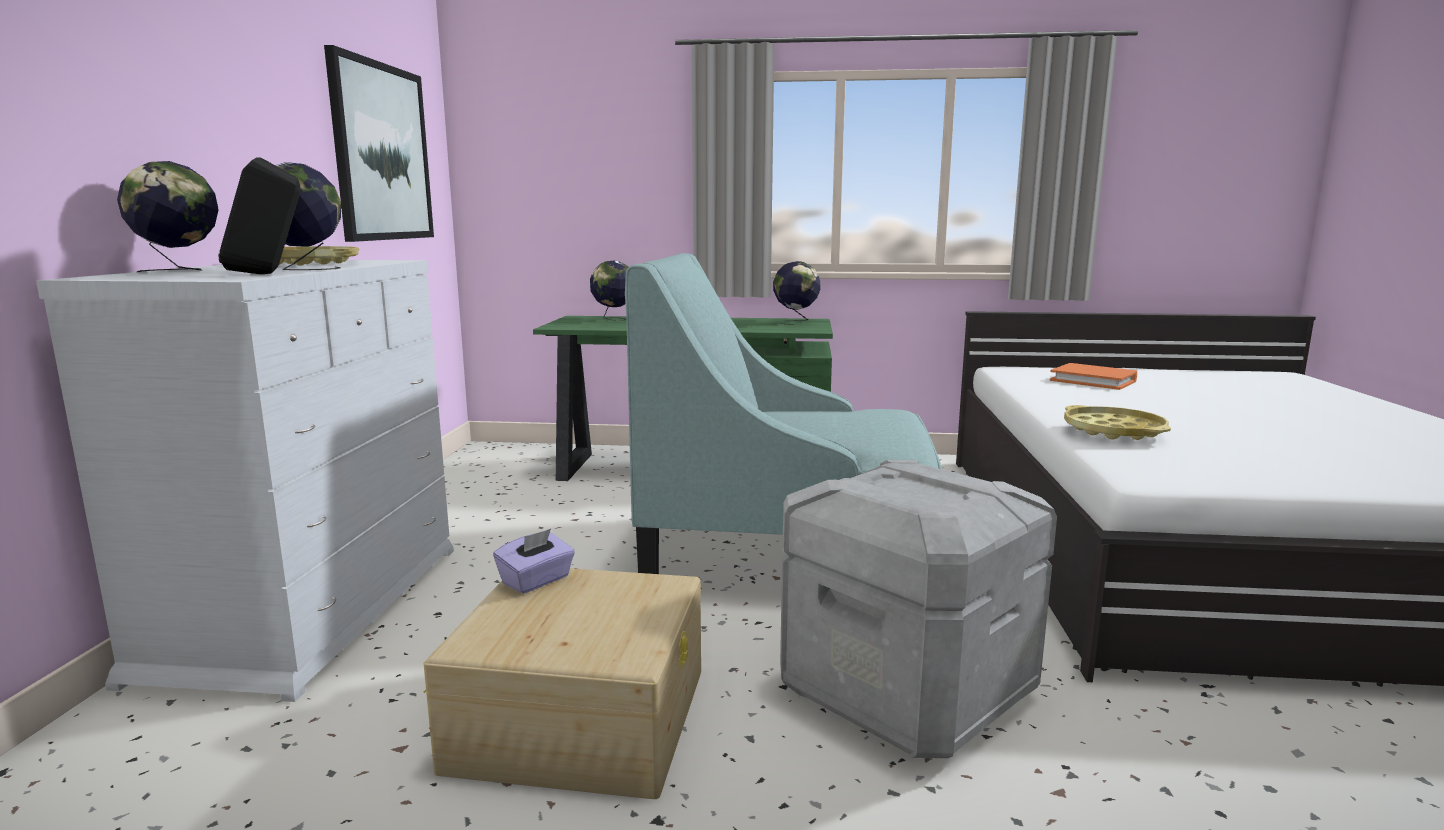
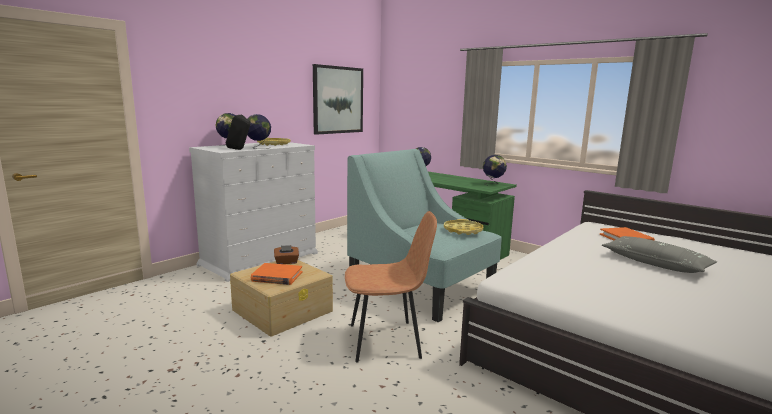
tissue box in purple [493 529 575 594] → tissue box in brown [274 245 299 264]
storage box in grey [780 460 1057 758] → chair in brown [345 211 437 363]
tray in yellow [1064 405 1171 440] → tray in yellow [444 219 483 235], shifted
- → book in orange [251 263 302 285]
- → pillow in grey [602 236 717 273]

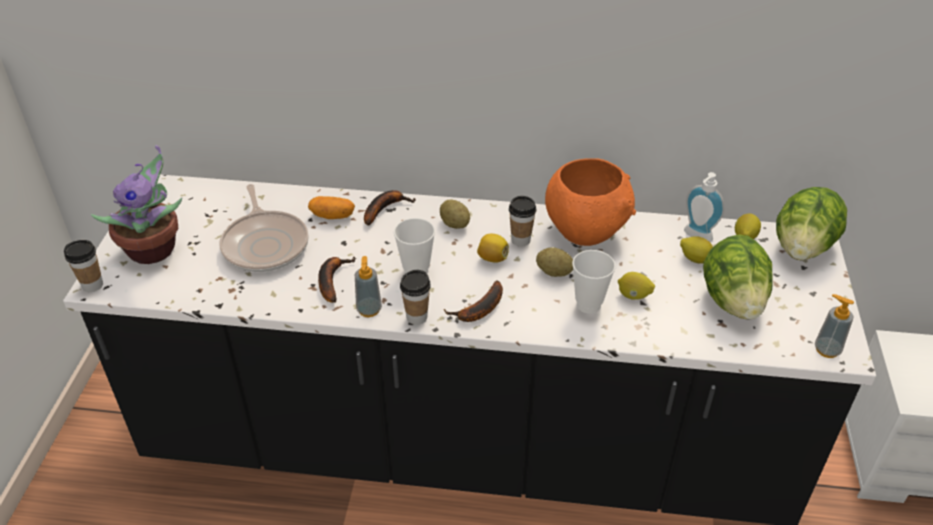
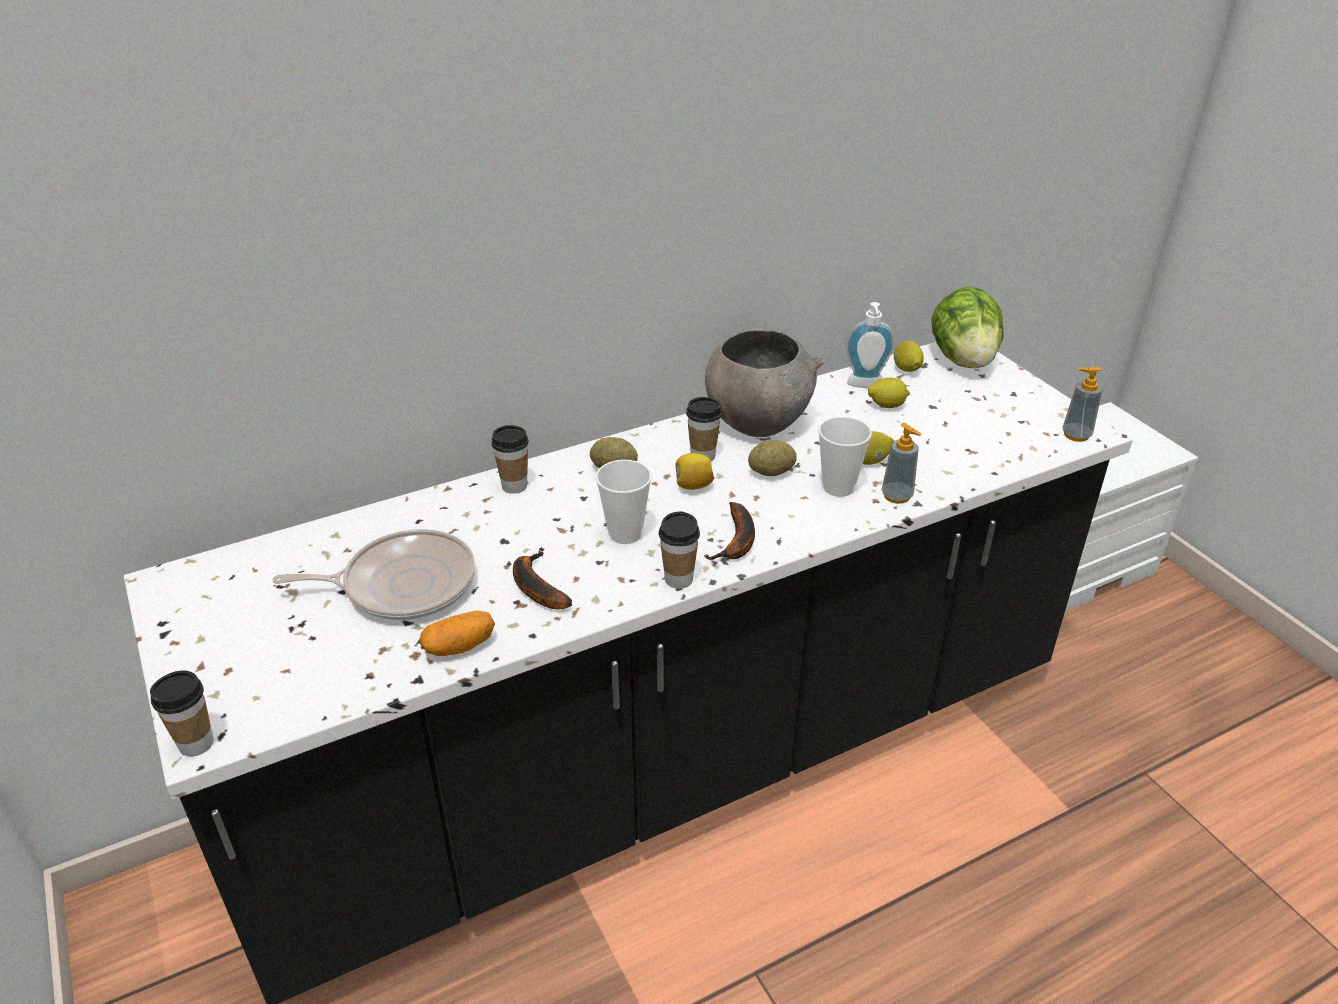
potted plant [91 145 182 264] → -
frying pan [219 184 309 272] → frying pan [272 529 475 621], 45 degrees counterclockwise
potato [308 196 355 219] → potato [420 610 495 656], shifted
soap dispenser [355 256 382 317] → soap dispenser [882 423 921 504], shifted
banana [364 190 416 226] → cup [491 425 529 494]
bowl in orange [545 158 636 246] → bowl in grey [705 329 825 437]
lettuce [703 235 773 319] → -

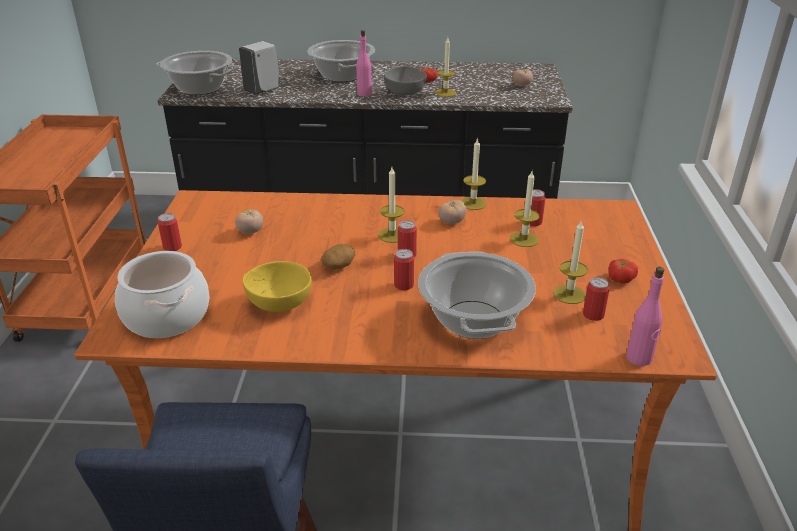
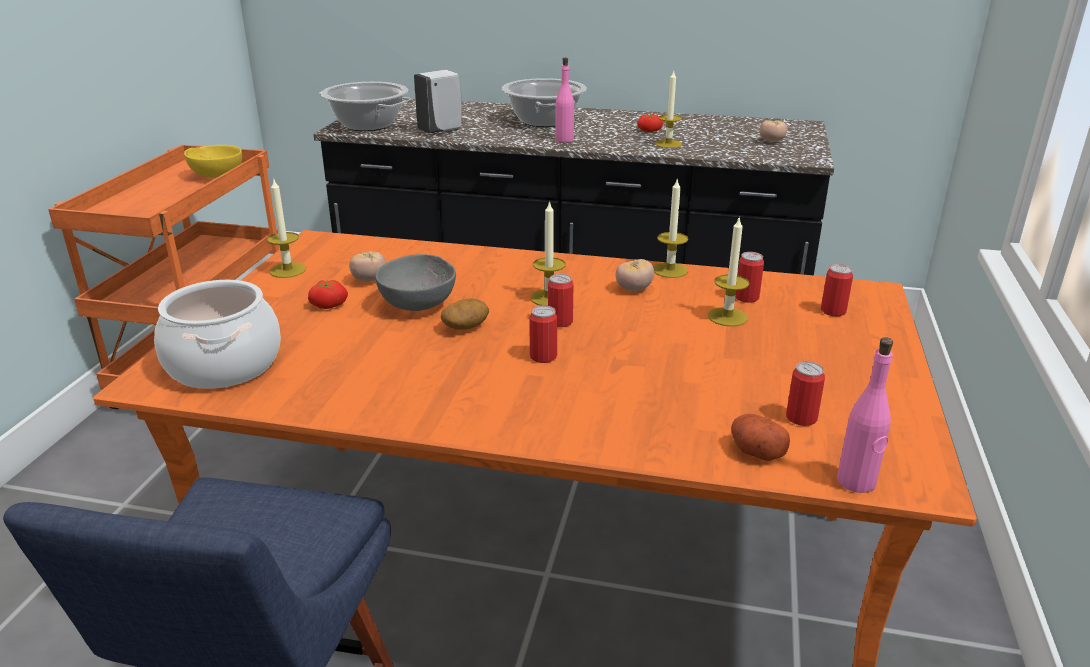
can [158 213 182 251] → can [821 264 853 317], shifted
bowl in yellow [243 261 312 312] → bowl in yellow [184 145 242 178], shifted
bowl in grey [384 66 427 95] → bowl in grey [375 254 456 311], shifted
cooking pot [418 251 536 339] → -
candle [553 219 588 304] → candle [267 178 306 278], shifted
tomato [608 259 638 284] → tomato [308 280 348 309], shifted
- → potato [731 414 790 461]

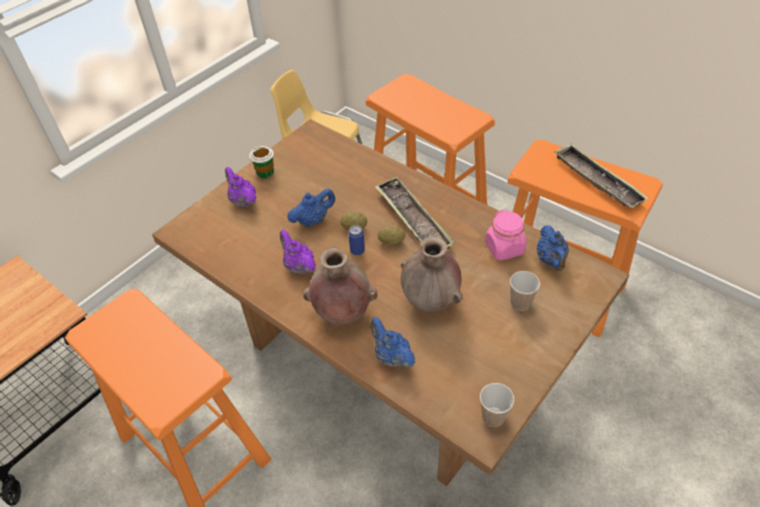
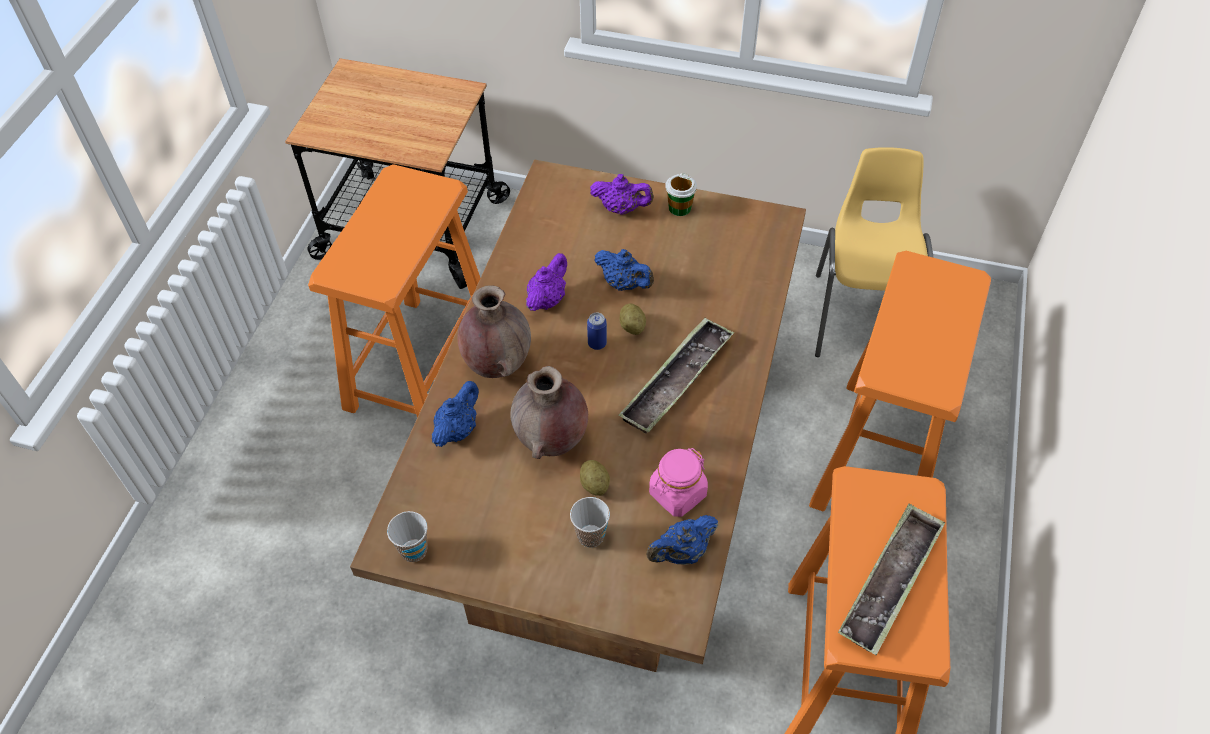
teapot in purple [225 167 256 207] → teapot in purple [590 174 654 215], 75 degrees clockwise
potato [378 225 406 245] → potato [580 460 610 496], shifted

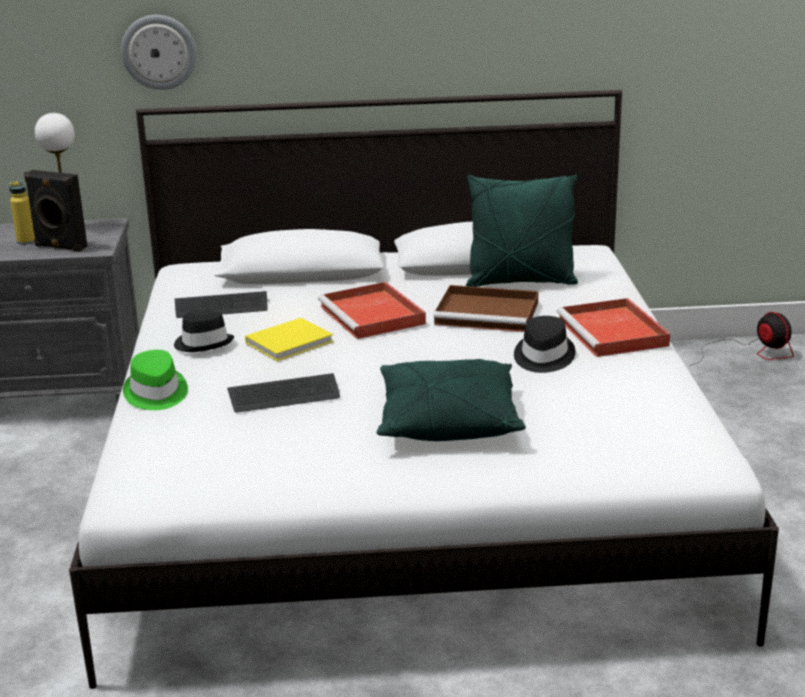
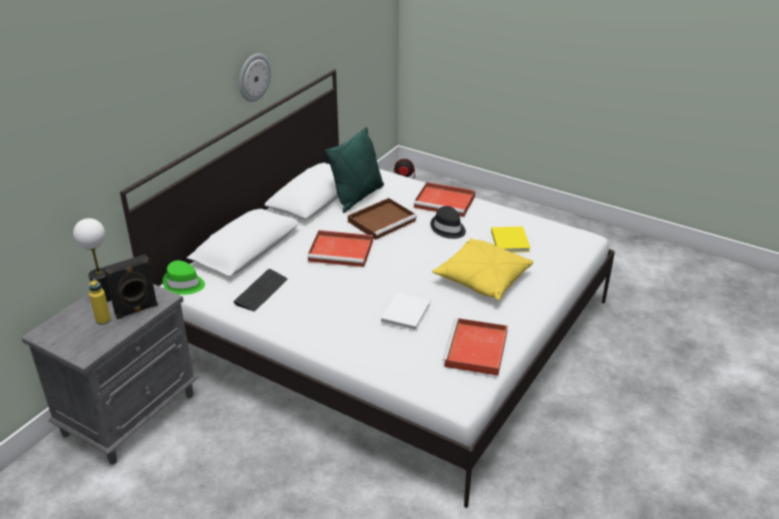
wall clock [121 15 197 90] → wall clock [239 53 271 102], shifted
hat in green [123 350 188 410] → hat in green [163 260 205 295], shifted
hat in black [174 310 234 352] → -
keyboard [227 373 340 413] → book in white [381 293 431 331]
book in yellow [245 318 334 361] → book in yellow [491 226 530 252], shifted
pillow in green [376 359 526 441] → pillow in yellow [432 238 533 300]
- → tray in red [442 318 508 376]

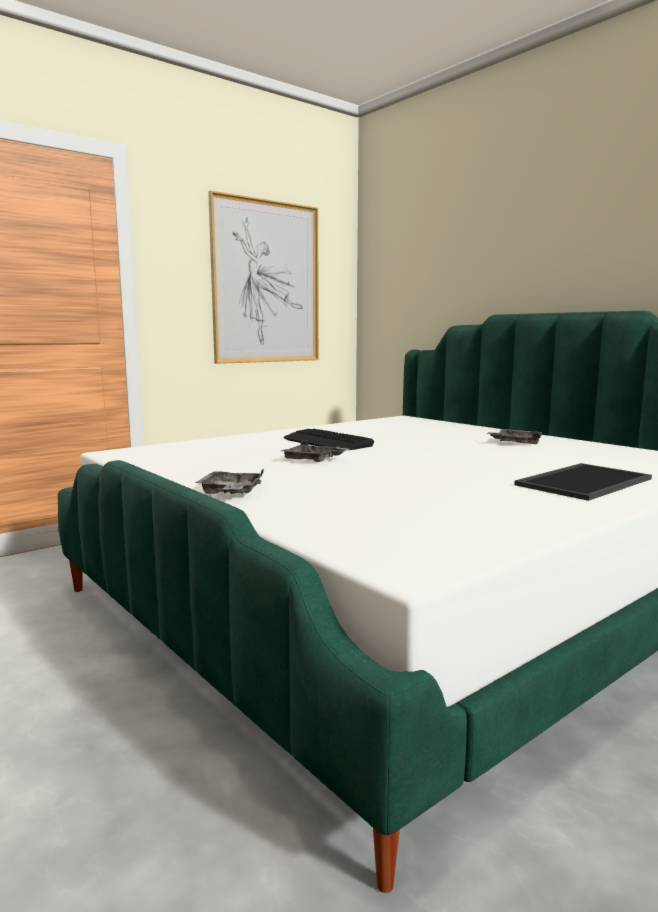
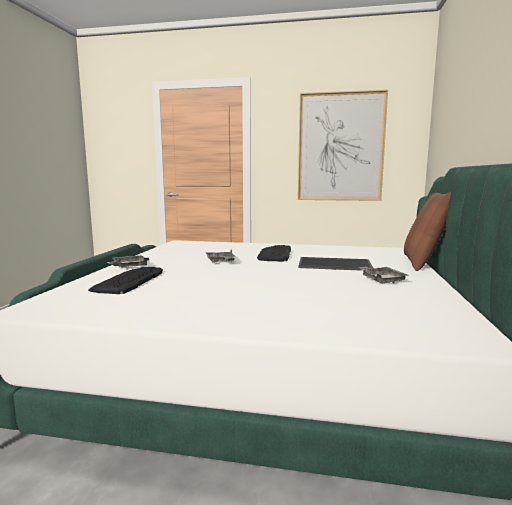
tray [514 463 652 501] → tray [299 257 373 271], shifted
- → keyboard [88 267 163 294]
- → pillow in brown [404 192 451 271]

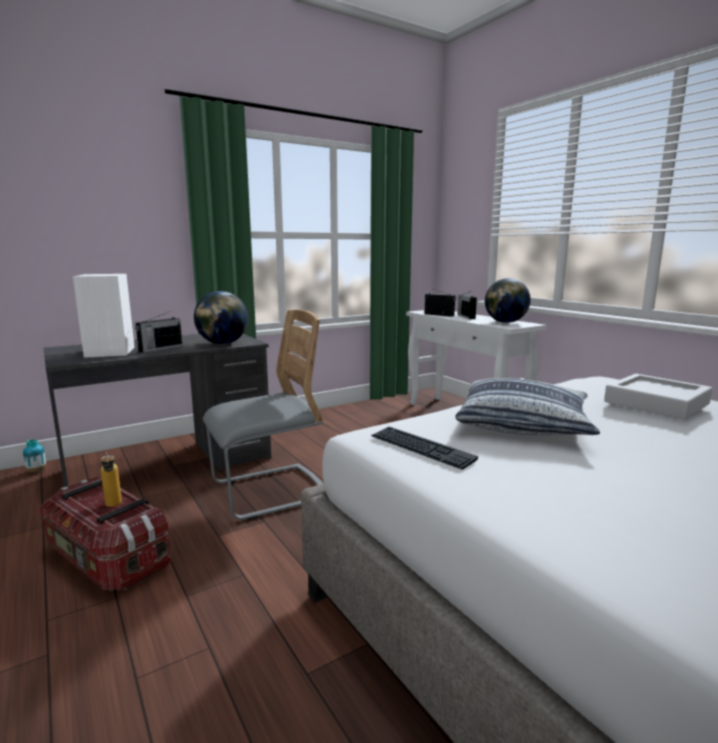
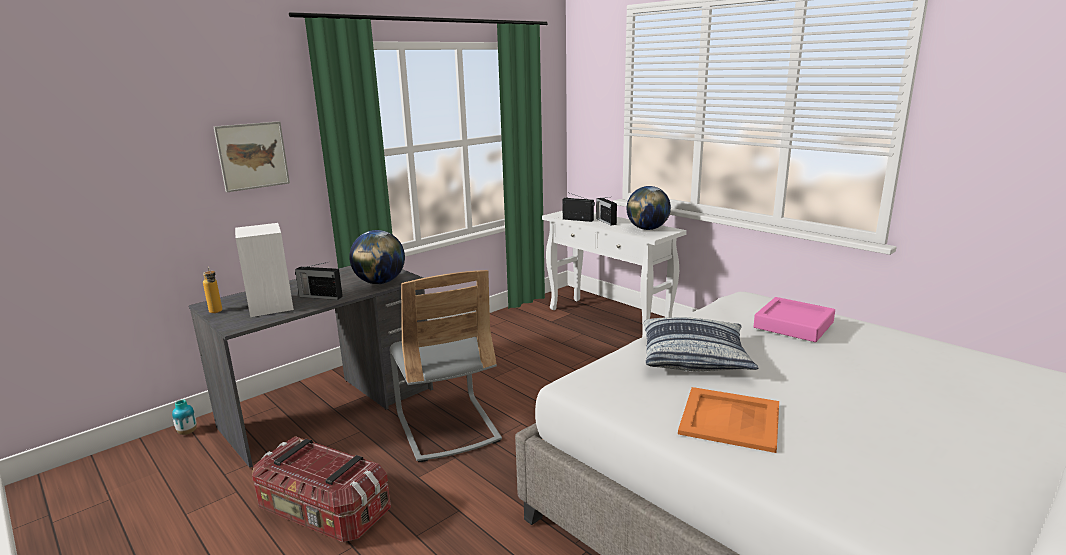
bottle [101 452 122 507] → bottle [203 268 222 313], shifted
radio [135 311 182 353] → radio [295 262 343 300], 75 degrees clockwise
chair in grey [203 310 323 520] → chair in grey [390 270 502 463], 105 degrees clockwise
keyboard [371 427 478 470] → -
tray in grey [604 374 713 420] → tray in pink [754 297 835 342]
- → picture [214 121 290 192]
- → tray in orange [678 387 779 453]

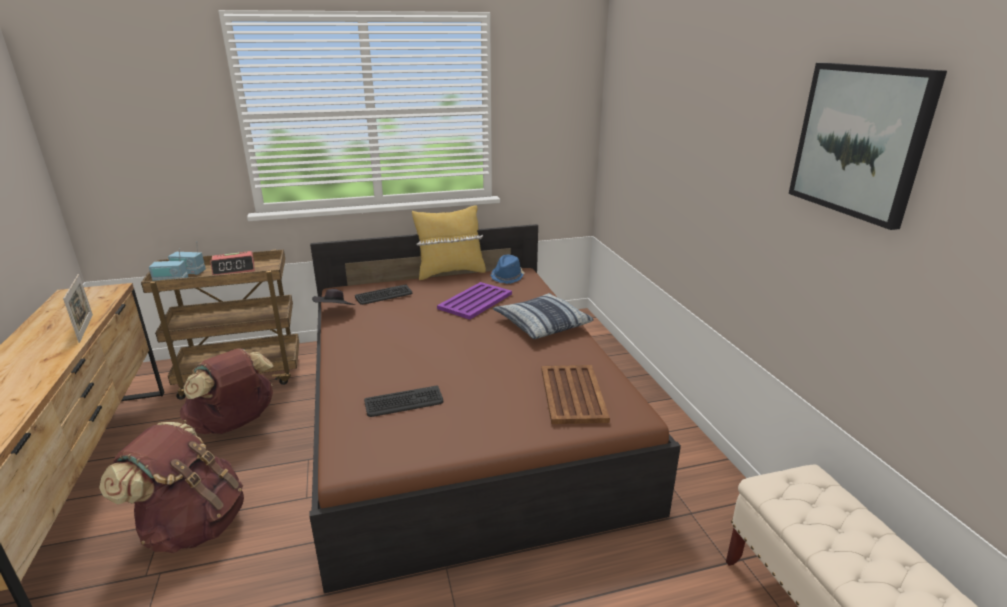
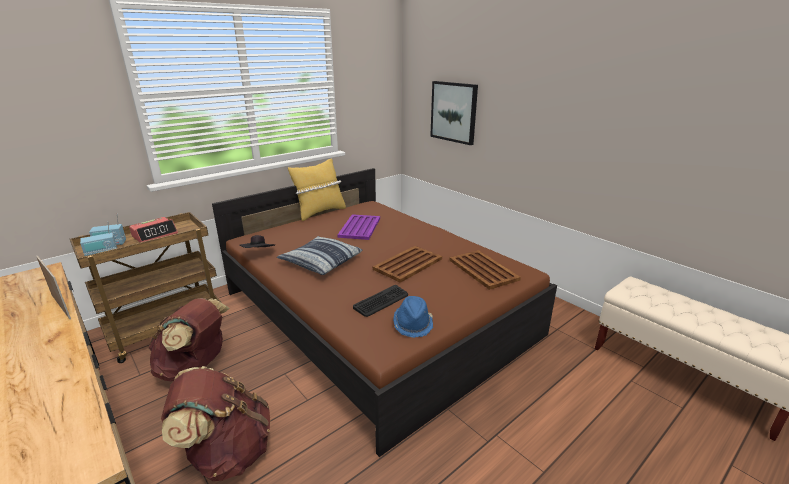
keyboard [355 284 412 305] → -
hat in blue [491 255 525 284] → hat in blue [393 296 433 338], shifted
pillow [493 293 594 339] → pillow [277 236 363 275], shifted
picture [788 63 947 230] → picture [430 81 478 145], shifted
- → tray in brown [373 246 442 283]

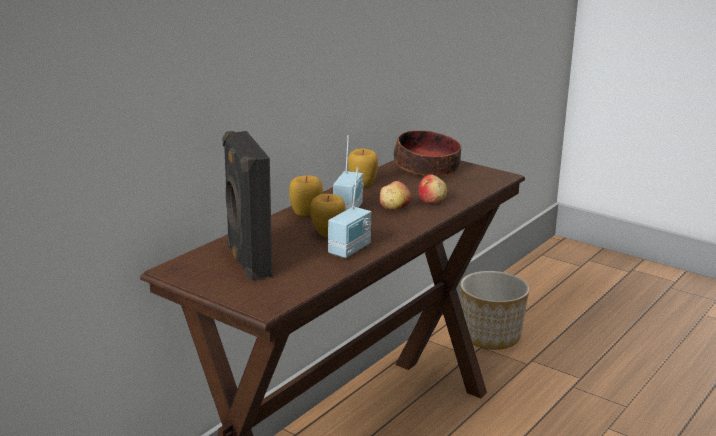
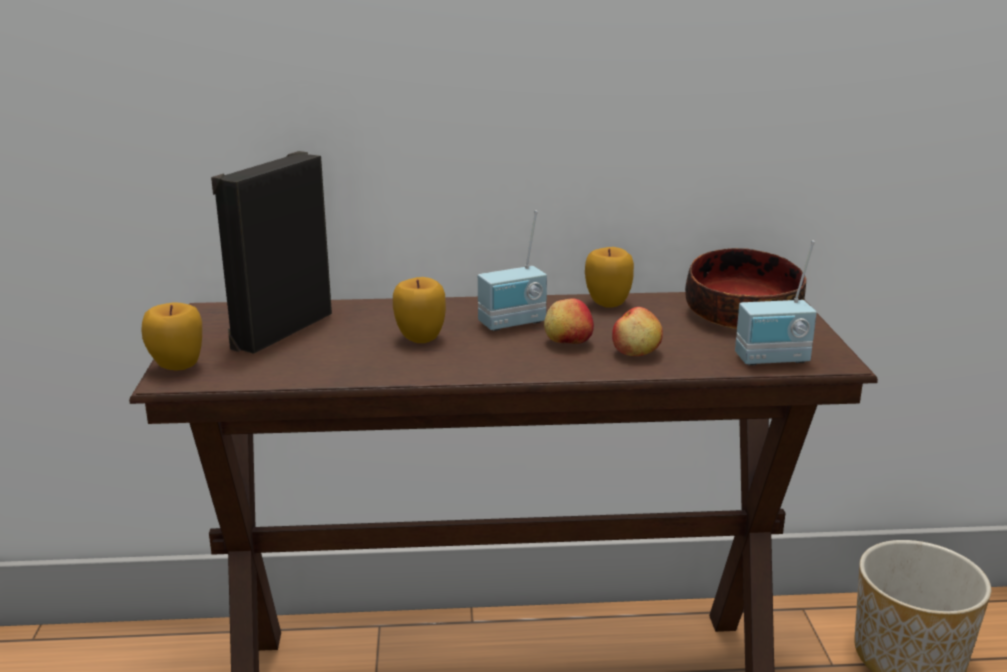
apple [289 175 323 216] → apple [142 302 202 371], shifted
radio [328 168 371 258] → radio [735 240 817 365], shifted

